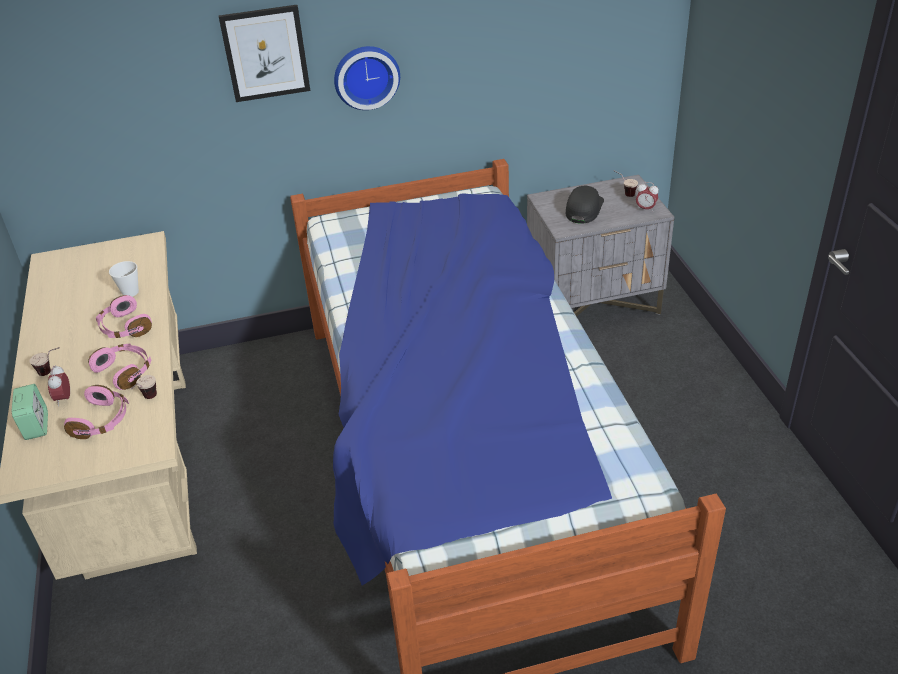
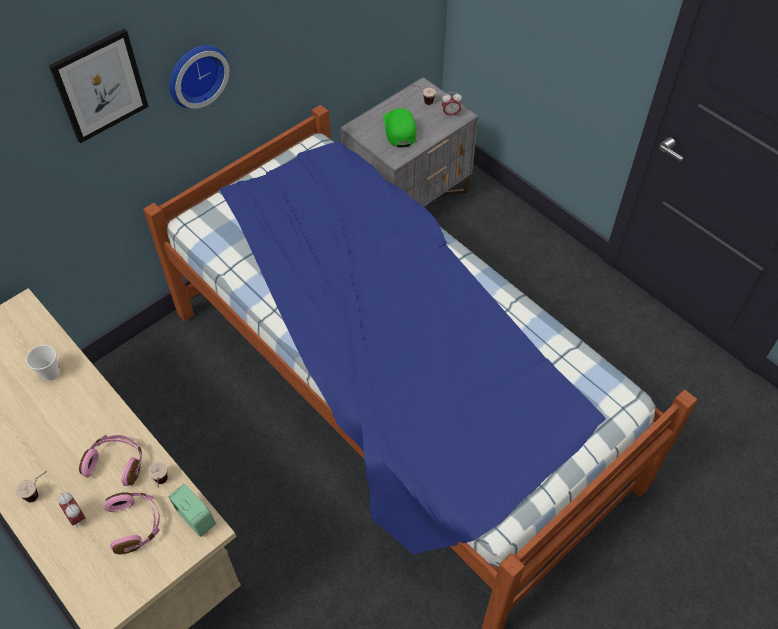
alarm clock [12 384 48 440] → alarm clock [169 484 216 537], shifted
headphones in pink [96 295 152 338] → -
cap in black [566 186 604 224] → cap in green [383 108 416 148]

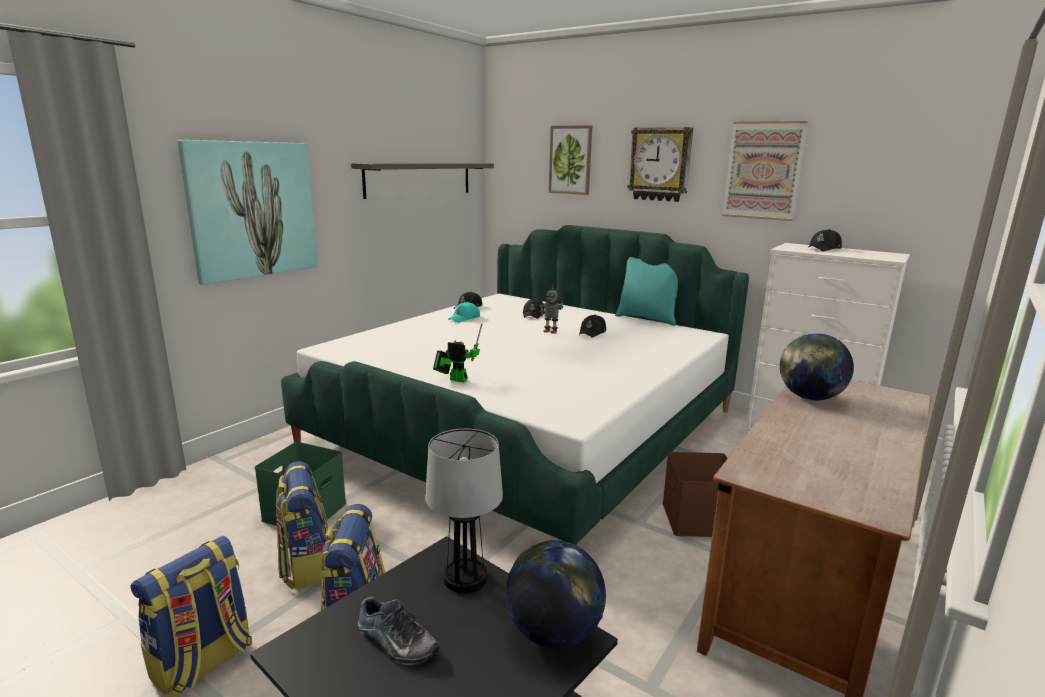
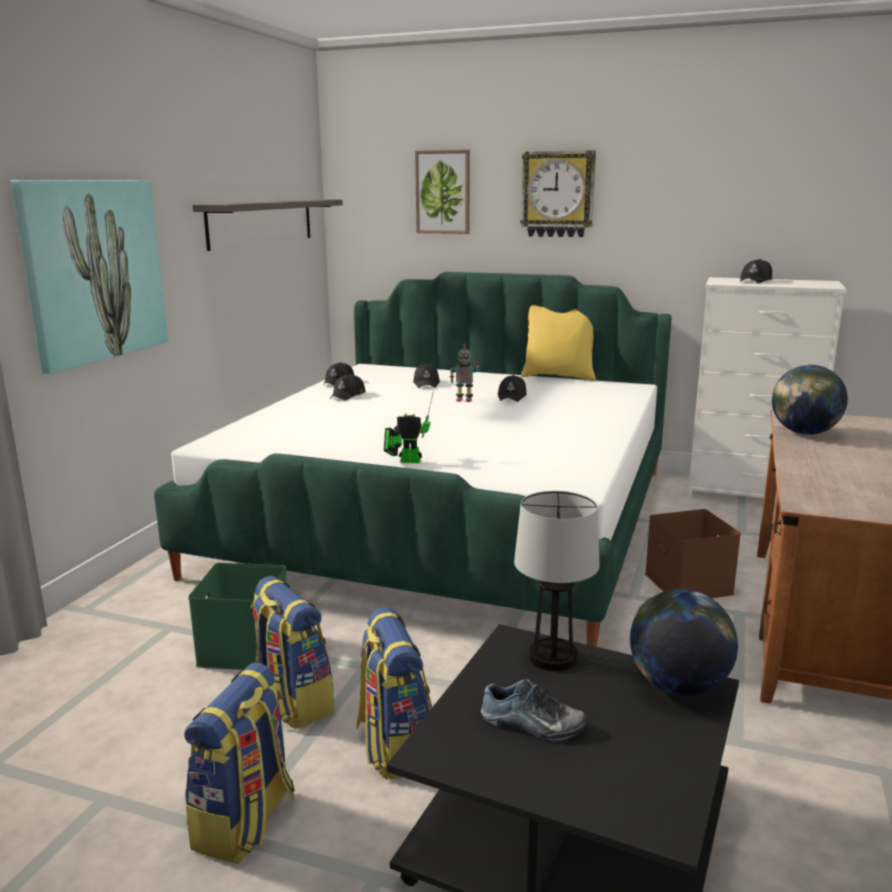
cap in turquoise [448 302 480 323] → cap in black [330 374 365 400]
pillow in turquoise [615 257 678 326] → pillow in yellow [521 305 596 381]
picture [722 121 808 221] → -

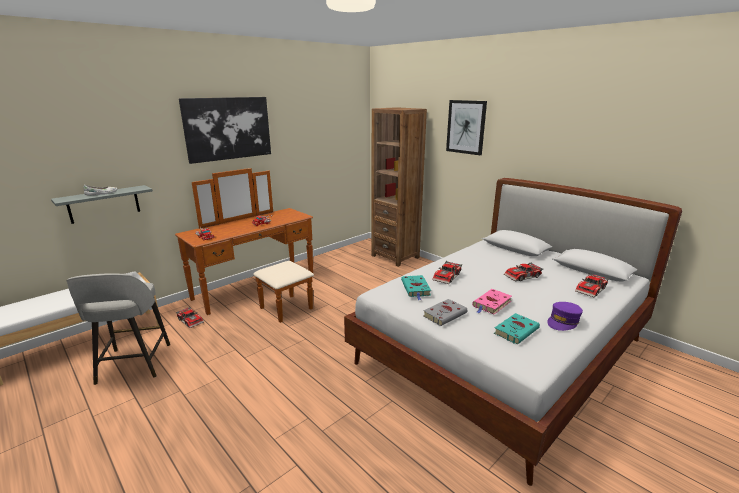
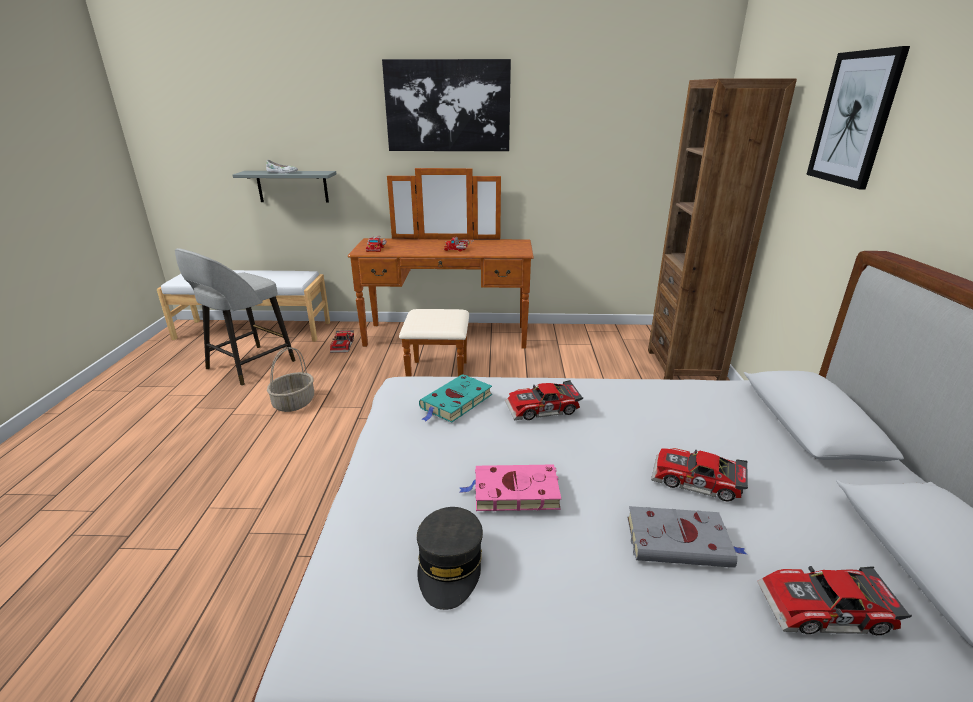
book in grey [423 299 468 326] → book in grey [627 506 747 568], shifted
book in turquoise [494 313 540 345] → cap in grey [417 507 483 610]
cap in purple [547 302 583 331] → -
- → basket [267 347 314 412]

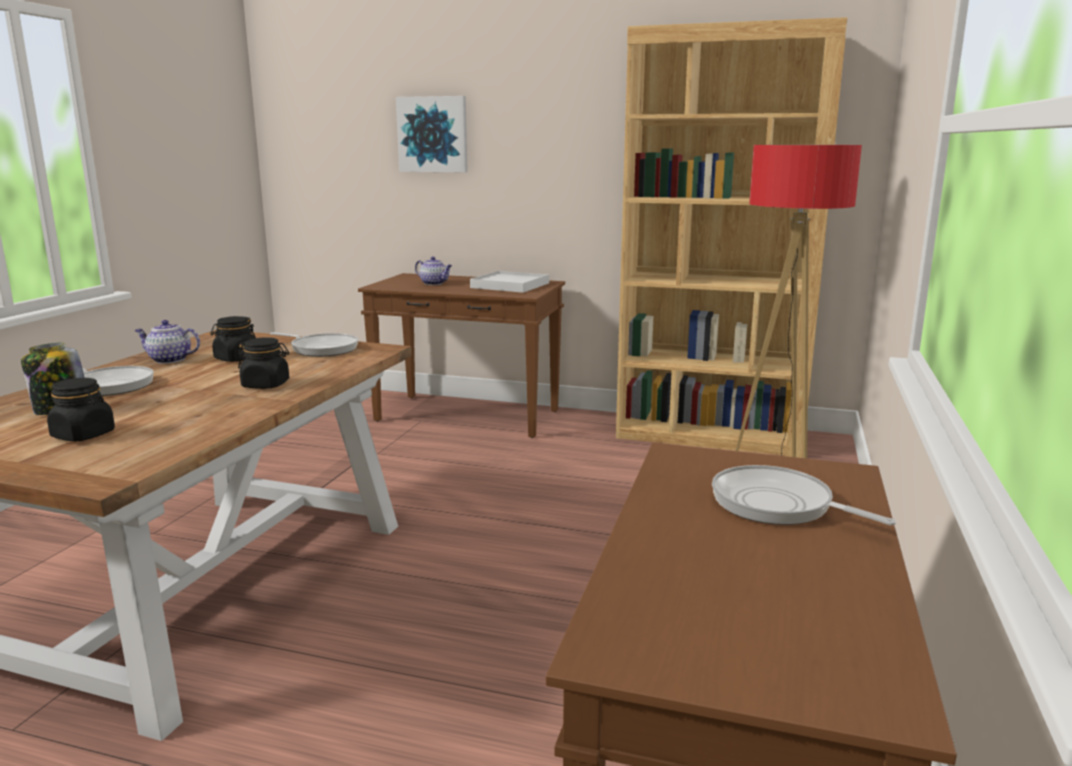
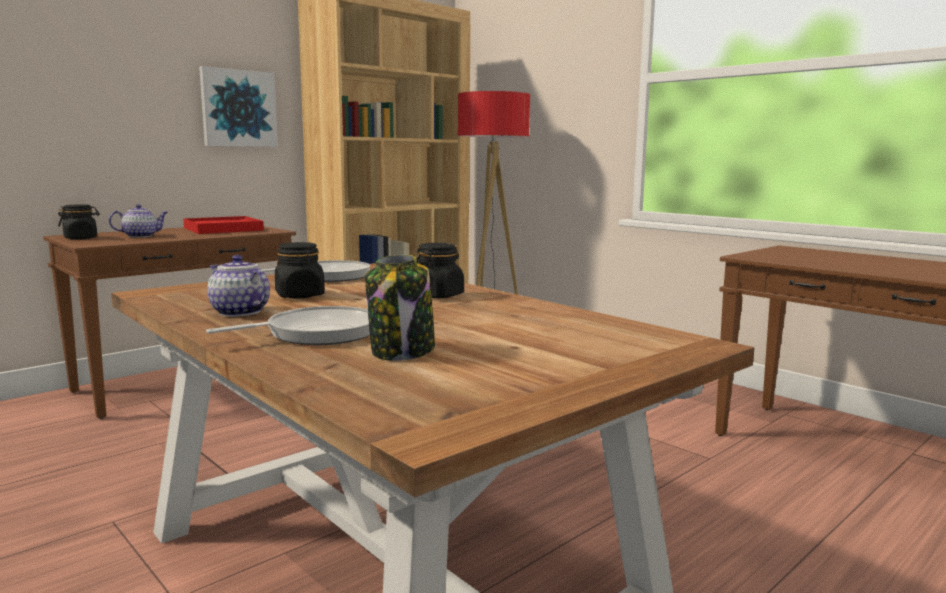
jar in black [47 378 115 442] → jar in black [58 204 100 240], shifted
teapot [134 320 200 364] → teapot [207 255 270 317], 90 degrees clockwise
picture [396 96 468 172] → picture [199 66 278 147], shifted
tray in white [470 271 549 293] → tray in red [183 216 264 234]
frying pan [712 465 896 525] → -

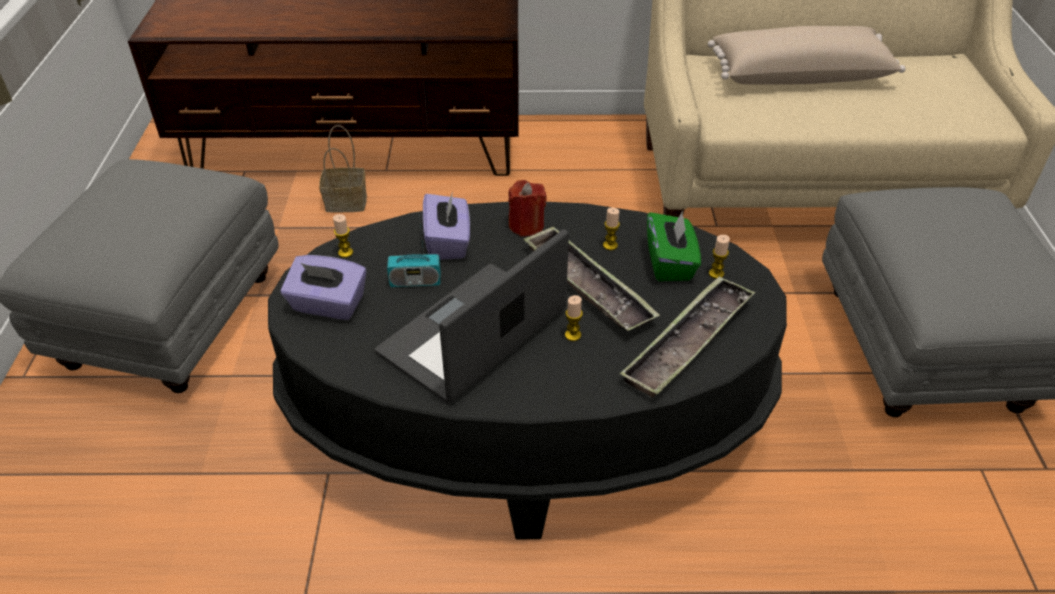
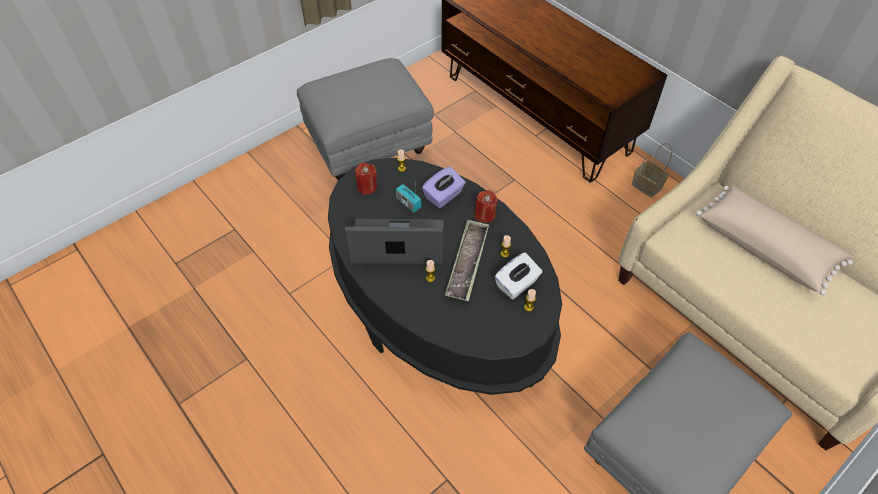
tissue box in purple [280 255 367 320] → candle in red [355 163 377 195]
basket [319 125 367 213] → basket [632 143 672 197], shifted
tray [620 276 755 397] → -
tissue box in green [647 211 701 281] → tissue box in white [494 253 542 299]

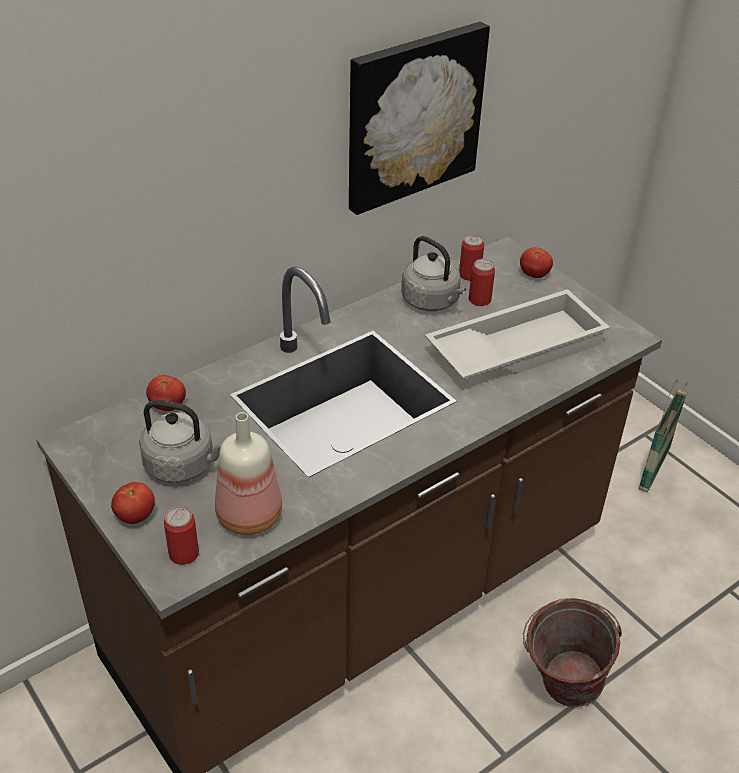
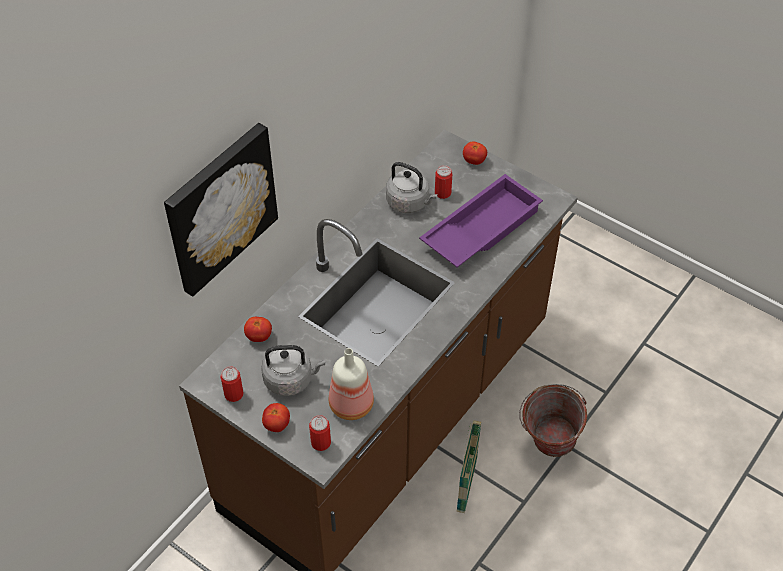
picture [349 22 490 215] → picture [164 123 278 297], shifted
tray in white [425 289 610 380] → tray in purple [419 174 543 268]
can [459 234 484 281] → can [221 366 244 402], shifted
basket [639 379 687 492] → basket [457 420 481 513], shifted

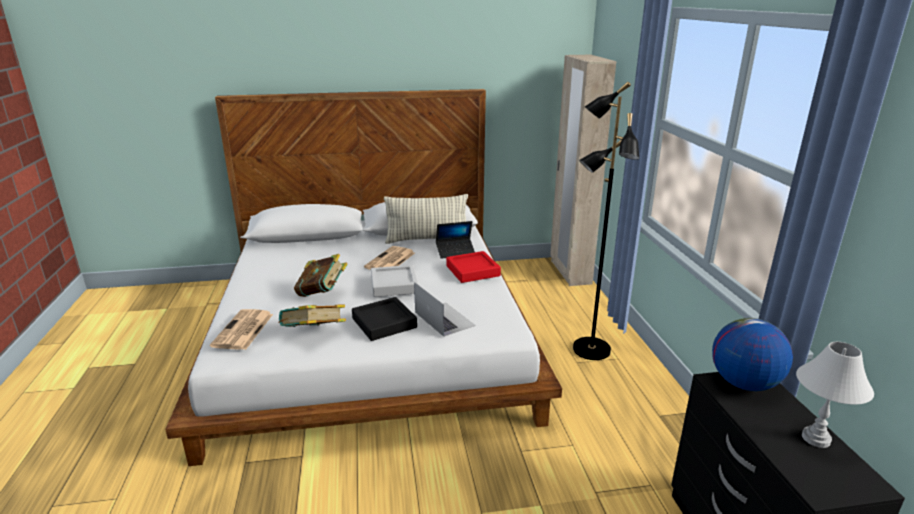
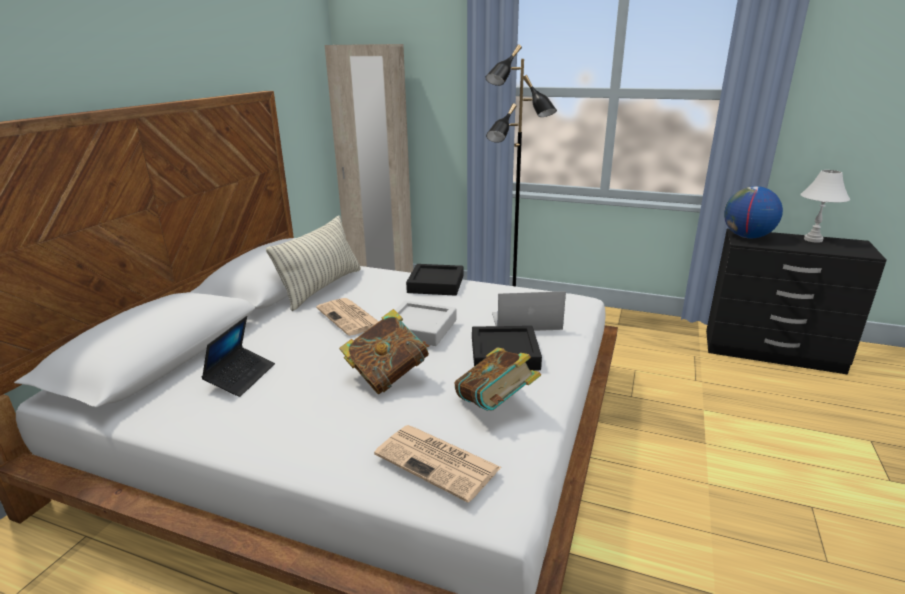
laptop [436 221 475 259] → laptop [201 316 275 397], shifted
tray in red [446 251 501 283] → tray in black [406 264 463 296]

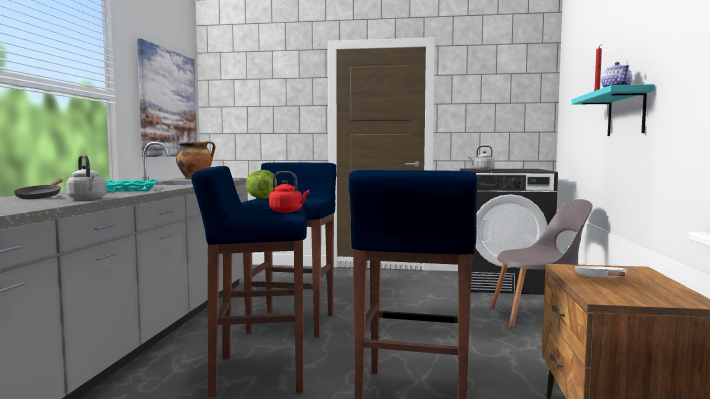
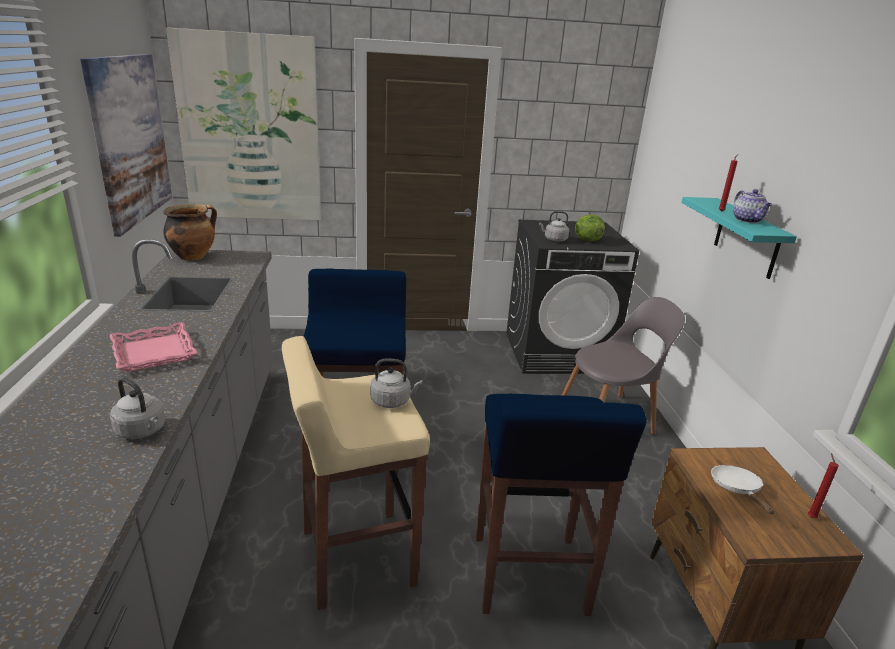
frying pan in black [13 179 63 199] → -
tray in turquoise [106 179 158 192] → tray in pink [110 322 197 372]
stool in blue [191 166 307 397] → stool in beige [282 336 430 610]
lettuce [245 170 277 199] → lettuce [575 214 605 241], shifted
kettle in red [269 171 310 213] → kettle in grey [370 358 422 408]
- → picture [166 27 321 220]
- → candle in red [808 453 839 518]

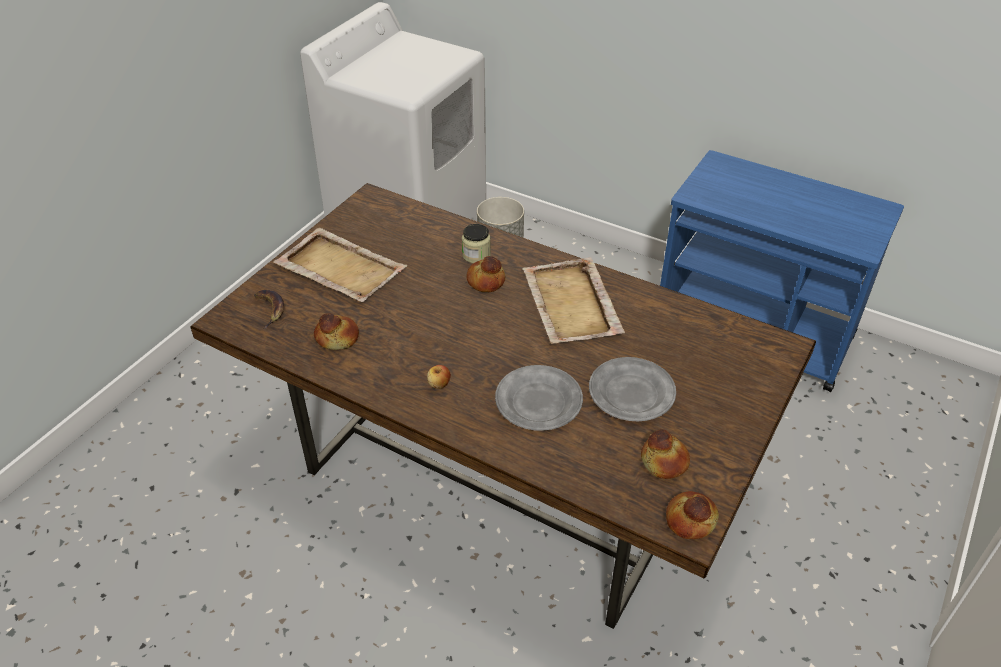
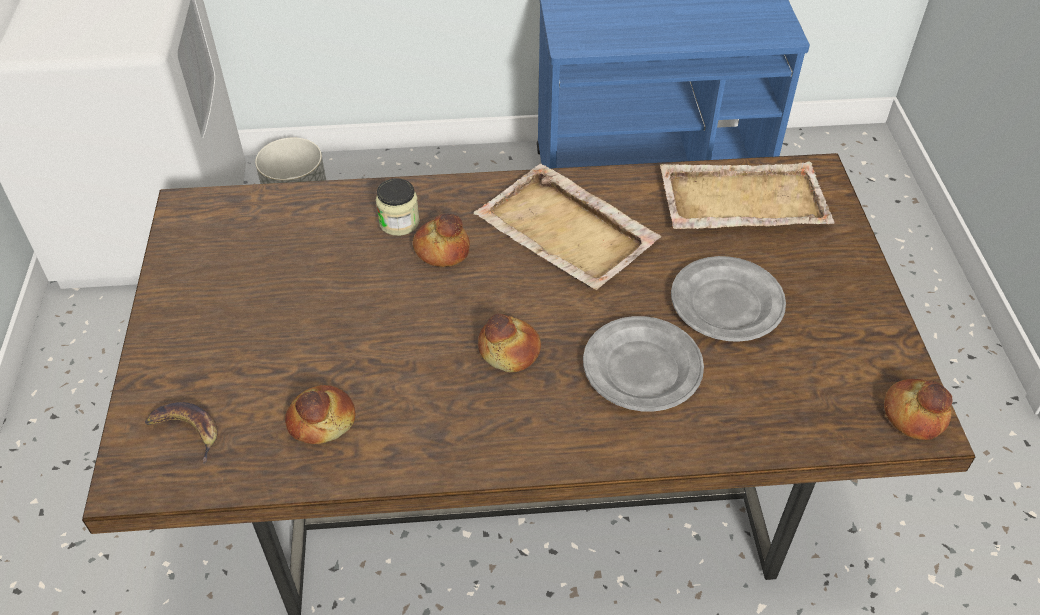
tray in beige [273 227 407 302] → tray in beige [660 161 834 229], shifted
apple [427 365 451 389] → -
bread [641 429 690 479] → bread [478 314 541 372], shifted

